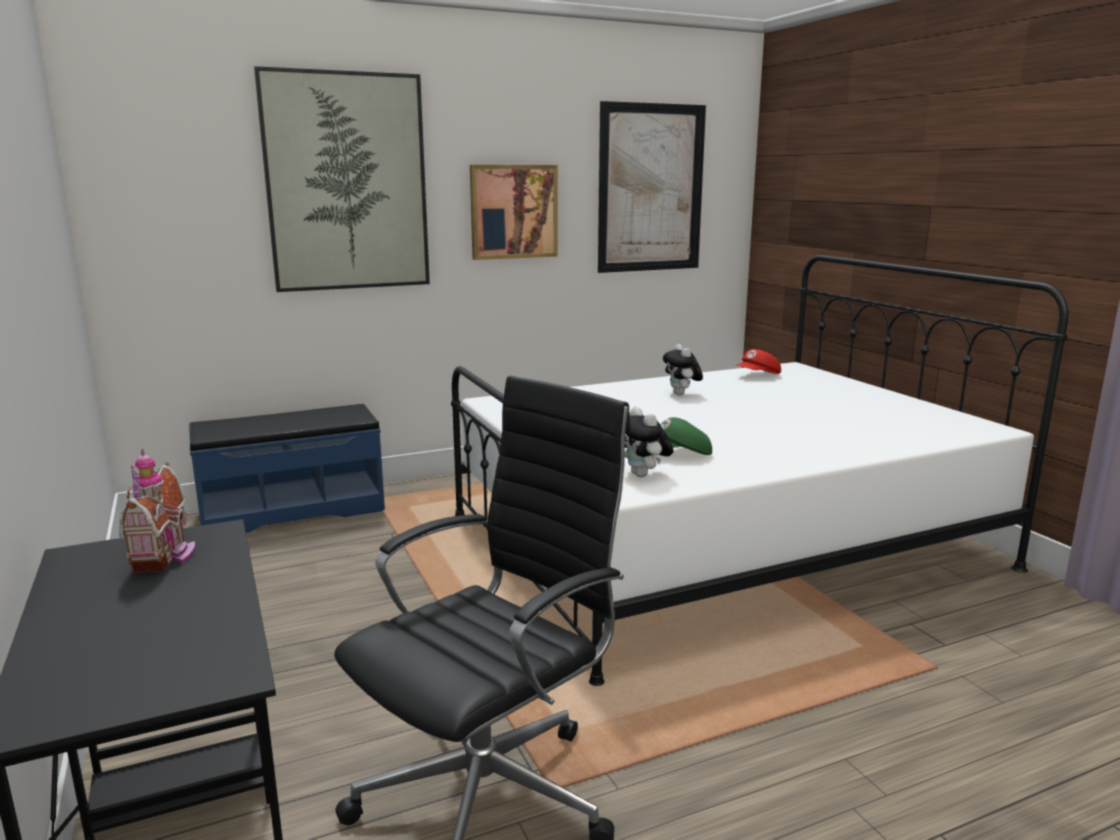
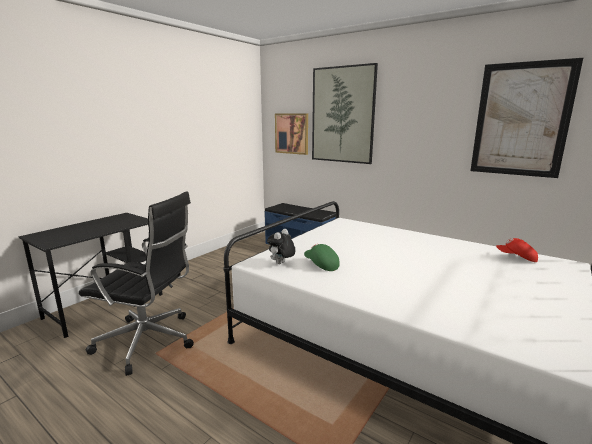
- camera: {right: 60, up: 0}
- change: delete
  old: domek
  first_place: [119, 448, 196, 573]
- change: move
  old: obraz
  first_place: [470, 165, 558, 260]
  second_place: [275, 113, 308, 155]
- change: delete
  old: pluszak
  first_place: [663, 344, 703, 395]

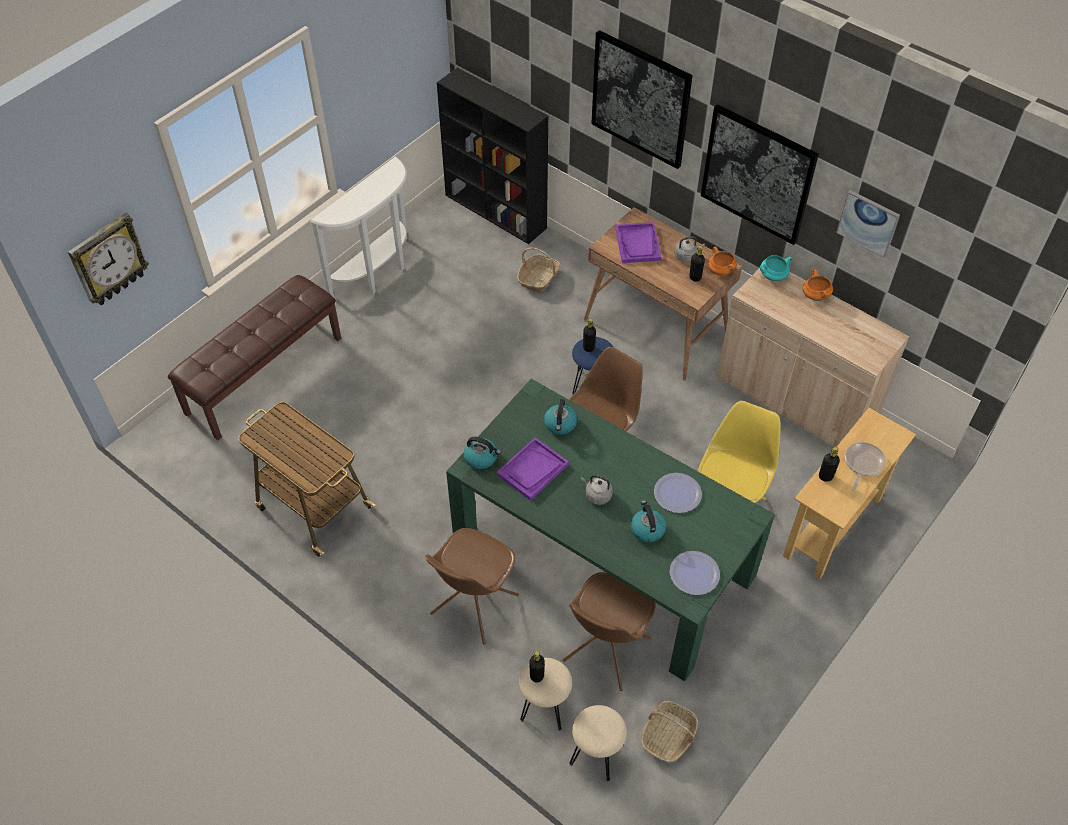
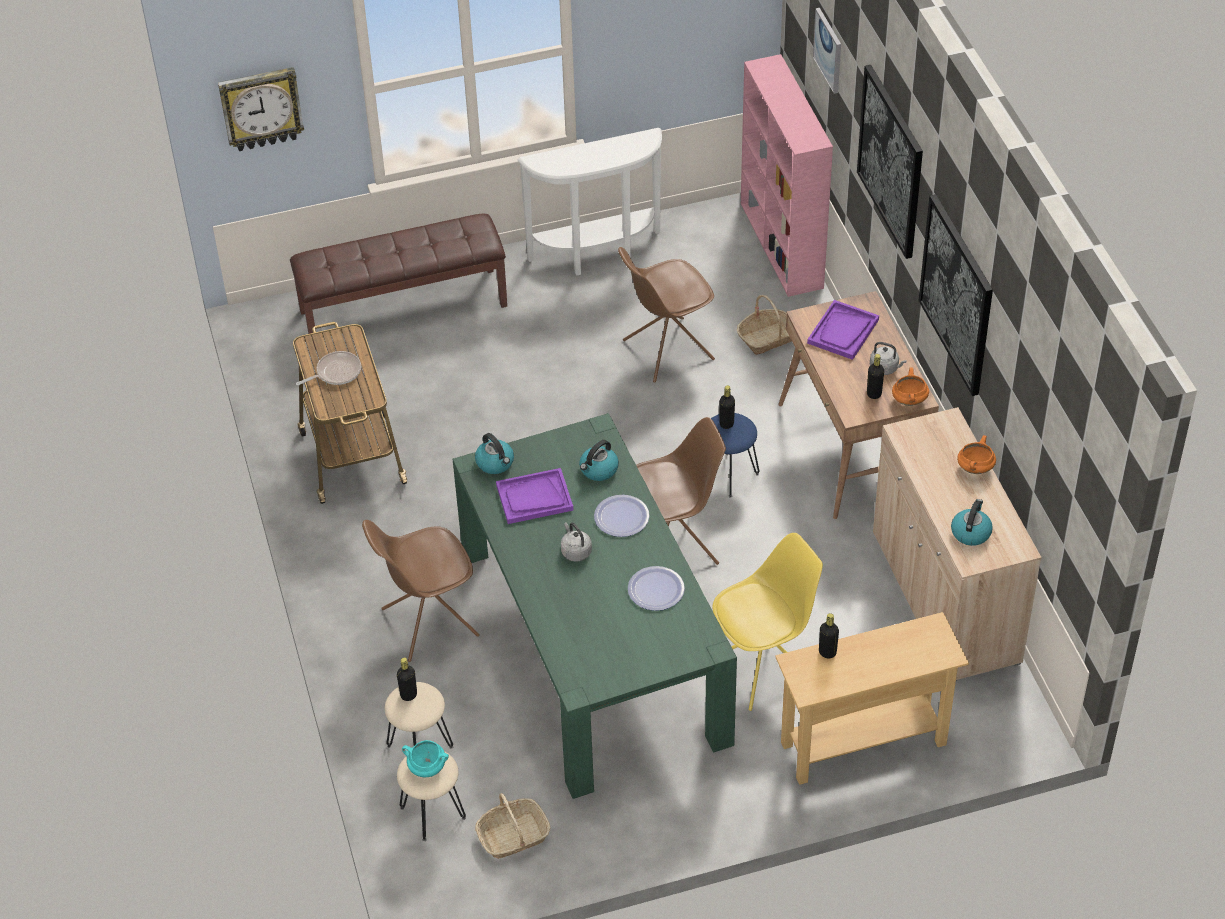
- camera: {right: 35, up: -5}
- change: recolor
  old: regał/czarny
  new: regał/różowy
  first_place: [437, 68, 548, 244]
  second_place: [741, 54, 833, 297]
- change: move
  old: krzesło/brązowy
  first_place: [563, 572, 656, 691]
  second_place: [618, 247, 715, 382]
- change: move
  old: czajnik
  first_place: [631, 500, 666, 542]
  second_place: [951, 499, 993, 546]
- change: move
  old: talerz
  first_place: [670, 551, 720, 595]
  second_place: [594, 495, 650, 537]
- change: move
  old: garnek/turkusowy
  first_place: [760, 255, 792, 281]
  second_place: [402, 740, 449, 777]
- change: move
  old: obraz
  first_place: [836, 190, 900, 258]
  second_place: [813, 8, 841, 94]
- change: move
  old: patelnia
  first_place: [845, 442, 886, 491]
  second_place: [296, 351, 361, 386]

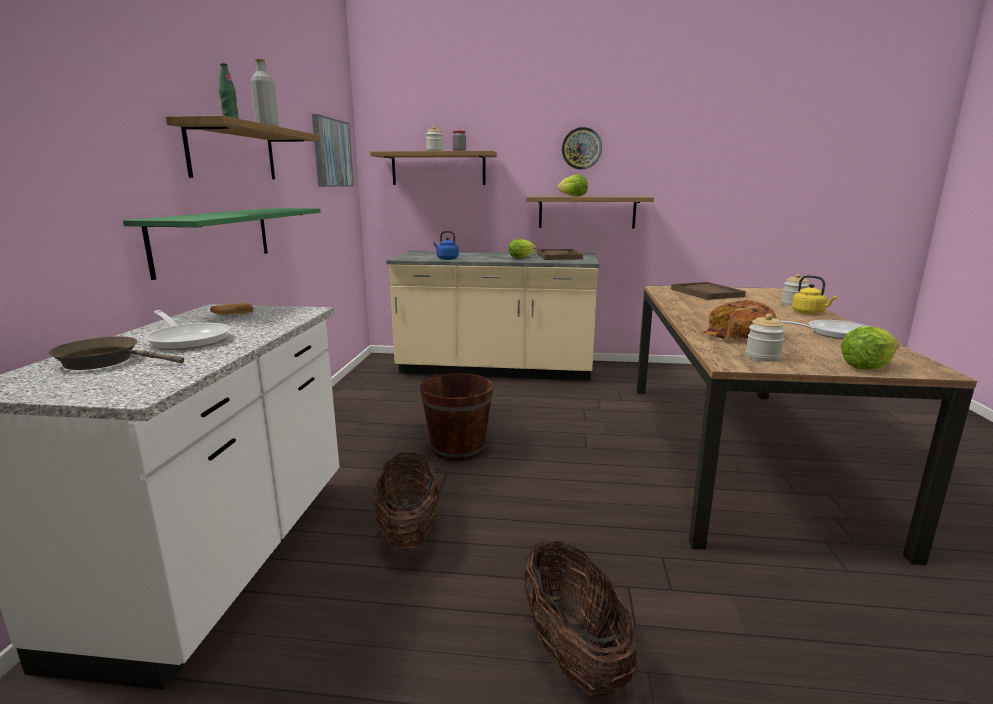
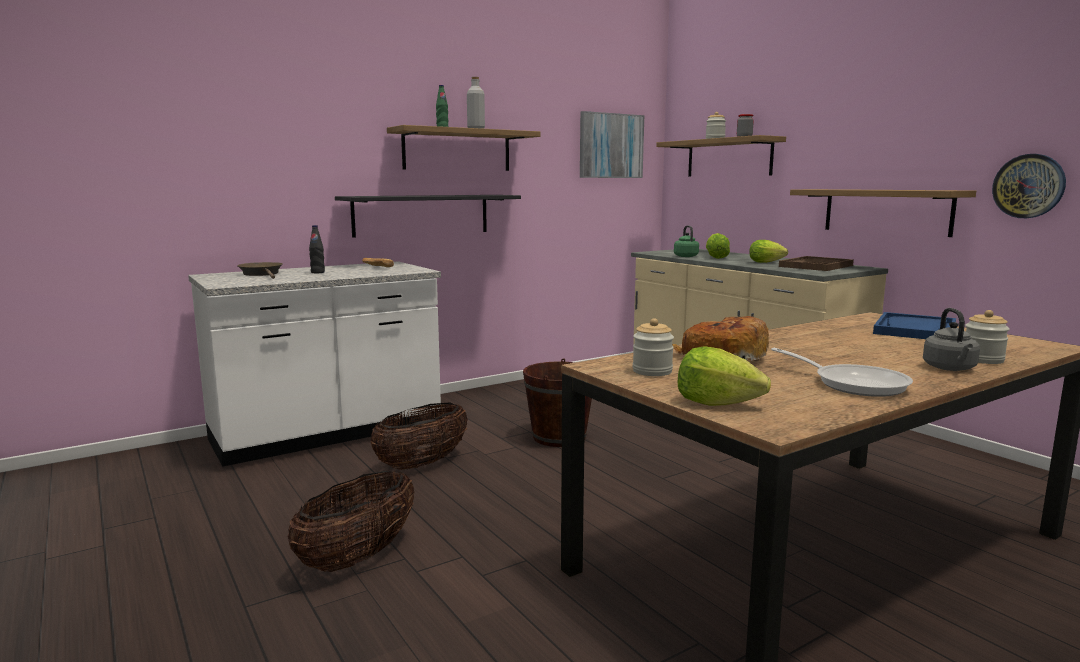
- camera: {right: 50, up: -5}
- change: recolor
  old: półka/zielony
  new: półka/czarny
  first_place: [123, 208, 321, 280]
  second_place: [335, 195, 521, 238]
- change: replace
  old: patelnia
  new: butelka/czarny
  first_place: [144, 310, 231, 350]
  second_place: [309, 225, 325, 273]
- change: recolor
  old: czajnik/niebieski
  new: czajnik/zielony
  first_place: [433, 231, 459, 260]
  second_place: [674, 225, 699, 257]
- change: move
  old: sałata
  first_place: [557, 175, 588, 197]
  second_place: [706, 233, 730, 259]
- change: move
  old: zegar ścienny
  first_place: [562, 127, 602, 170]
  second_place: [992, 154, 1066, 218]
- change: recolor
  old: taca/brązowy
  new: taca/niebieski
  first_place: [671, 282, 746, 300]
  second_place: [873, 312, 956, 339]
- change: recolor
  old: czajnik/żółty
  new: czajnik/szary
  first_place: [791, 275, 837, 314]
  second_place: [923, 308, 980, 371]

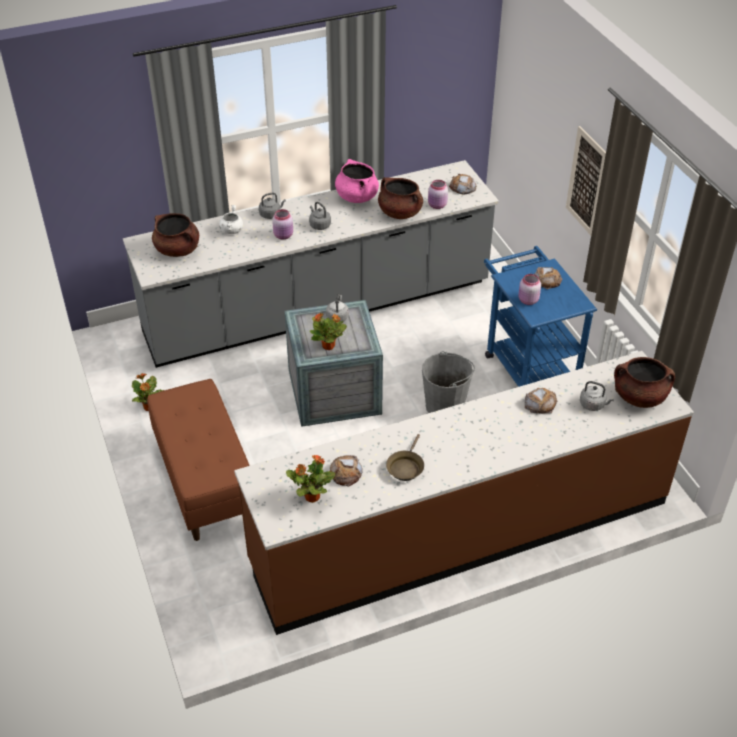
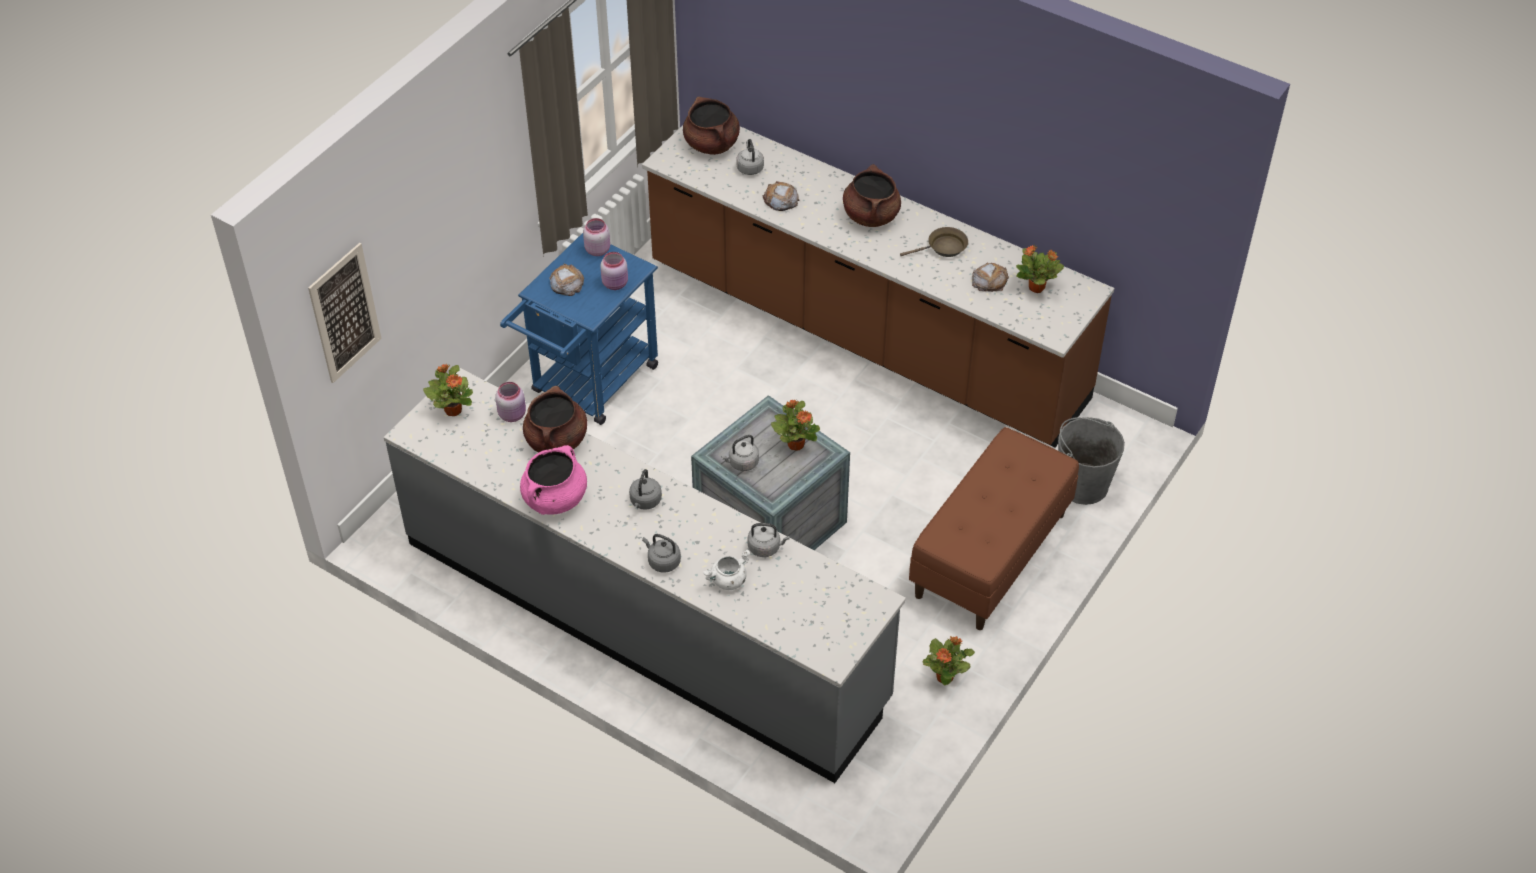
- camera: {right: -125, up: 5}
- change: move
  old: garnek/brązowy
  first_place: [152, 213, 199, 257]
  second_place: [843, 164, 901, 227]
- change: move
  old: słoik/różowy
  first_place: [272, 209, 293, 239]
  second_place: [583, 218, 610, 256]
- change: move
  old: wiadro/szary
  first_place: [422, 351, 475, 413]
  second_place: [1058, 417, 1125, 505]
- change: replace
  old: chleb
  new: roślina doniczkowa
  first_place: [449, 174, 477, 194]
  second_place: [423, 364, 473, 416]
- change: move
  old: obraz
  first_place: [566, 126, 606, 235]
  second_place: [308, 243, 382, 383]
- change: insert
  new: czajnik/szary
  second_place: [748, 523, 789, 557]

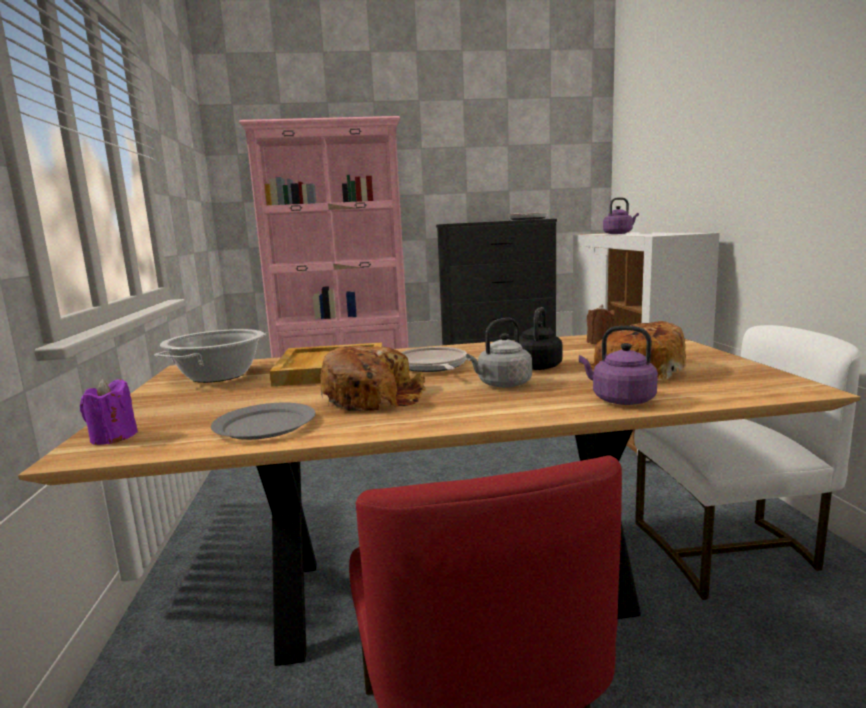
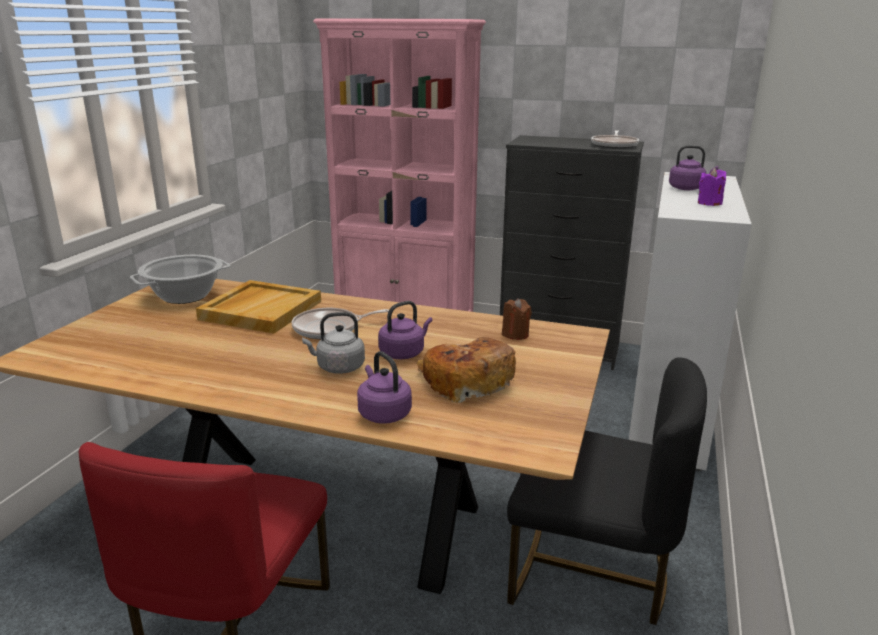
- camera: {right: 25, up: 10}
- change: move
  old: świeca/fioletowy
  first_place: [80, 379, 138, 445]
  second_place: [698, 168, 726, 206]
- change: delete
  old: talerz/szary
  first_place: [211, 402, 316, 440]
- change: delete
  old: chleb
  first_place: [320, 346, 426, 411]
- change: rotate
  old: patelnia
  first_place: [401, 347, 467, 372]
  second_place: [292, 308, 389, 339]
  degrees: -120
- change: recolor
  old: czajnik/czarny
  new: czajnik/fioletowy
  first_place: [519, 307, 563, 370]
  second_place: [378, 301, 432, 359]
- change: recolor
  old: krzesło/biały
  new: krzesło/czarny
  first_place: [634, 325, 860, 600]
  second_place: [507, 357, 707, 625]

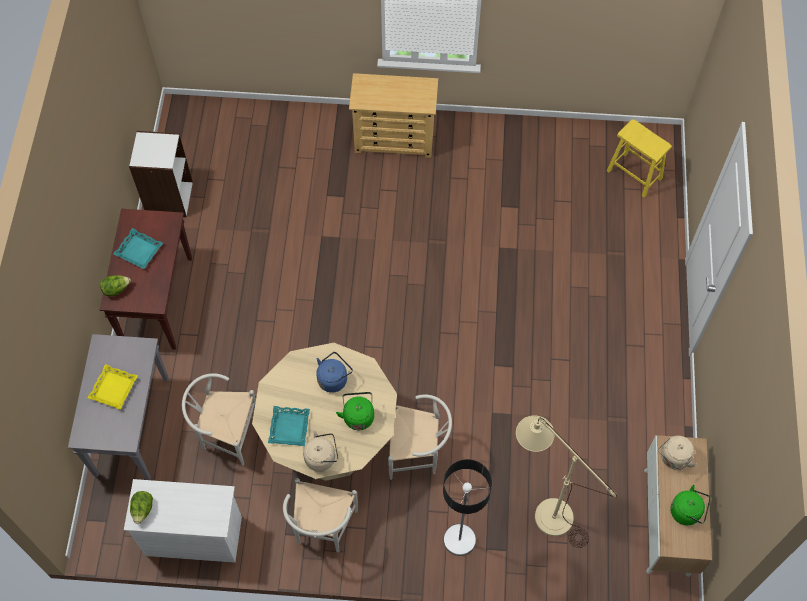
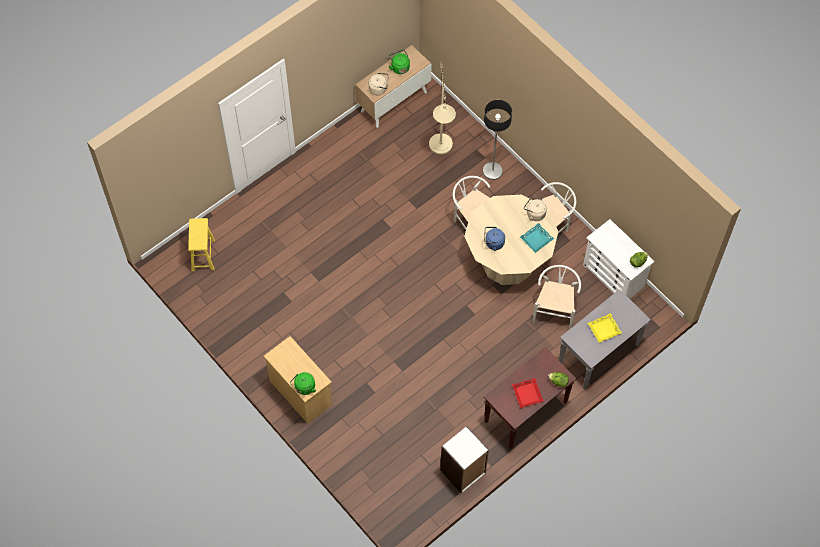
- camera: {right: -135, up: 0}
- change: recolor
  old: taca/turkusowy
  new: taca/czerwony
  first_place: [113, 228, 163, 269]
  second_place: [512, 378, 544, 408]
- change: rotate
  old: krzesło/biały
  first_place: [182, 373, 256, 466]
  second_place: [533, 265, 581, 329]
  degrees: -135
- change: move
  old: czajnik/zielony
  first_place: [336, 392, 374, 430]
  second_place: [290, 372, 316, 395]

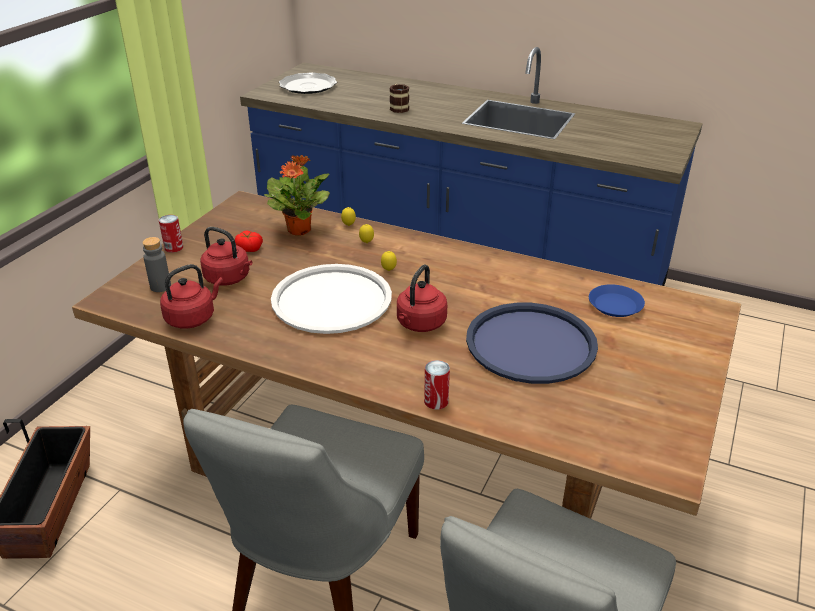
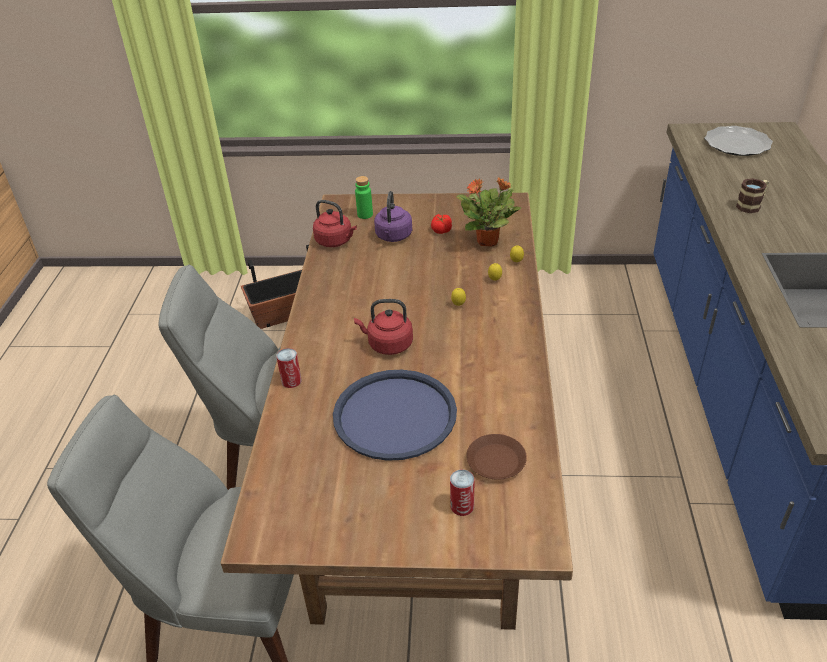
- camera: {right: 70, up: 5}
- change: recolor
  old: butelka/szary
  new: butelka/zielony
  first_place: [142, 237, 171, 292]
  second_place: [355, 176, 373, 219]
- change: move
  old: puszka
  first_place: [159, 215, 183, 253]
  second_place: [450, 470, 474, 516]
- change: recolor
  old: czajnik/czerwony
  new: czajnik/fioletowy
  first_place: [200, 227, 252, 286]
  second_place: [374, 191, 412, 242]
- change: delete
  old: taca/biały
  first_place: [271, 264, 392, 334]
- change: recolor
  old: talerz/niebieski
  new: talerz/brązowy
  first_place: [589, 284, 645, 317]
  second_place: [466, 434, 527, 480]

